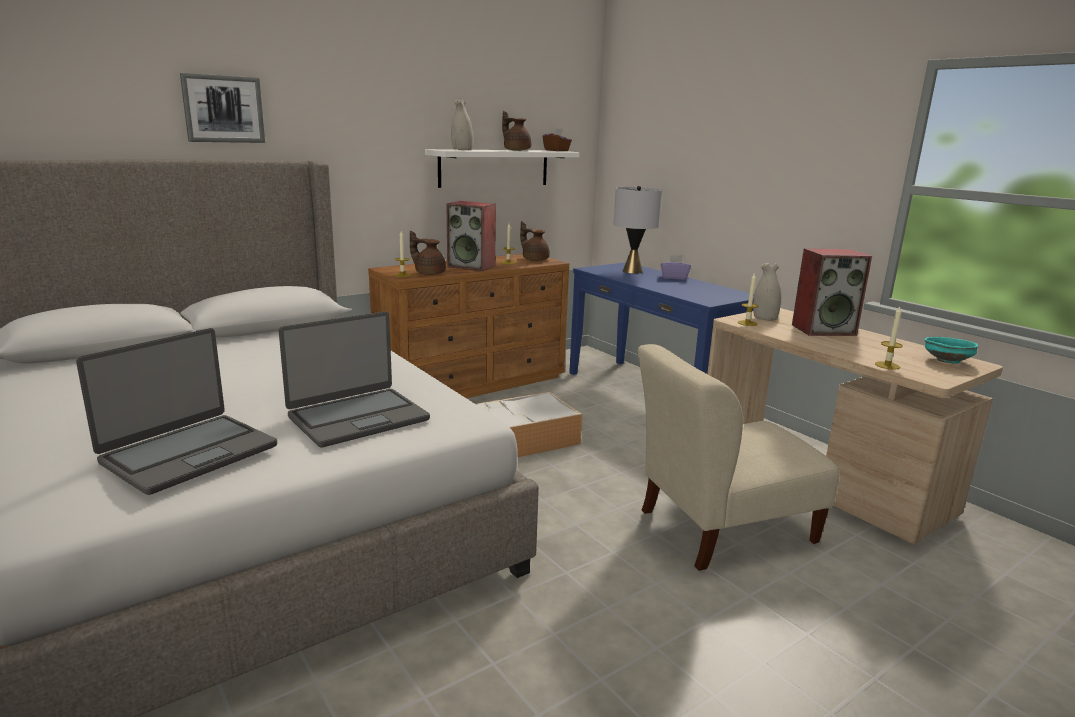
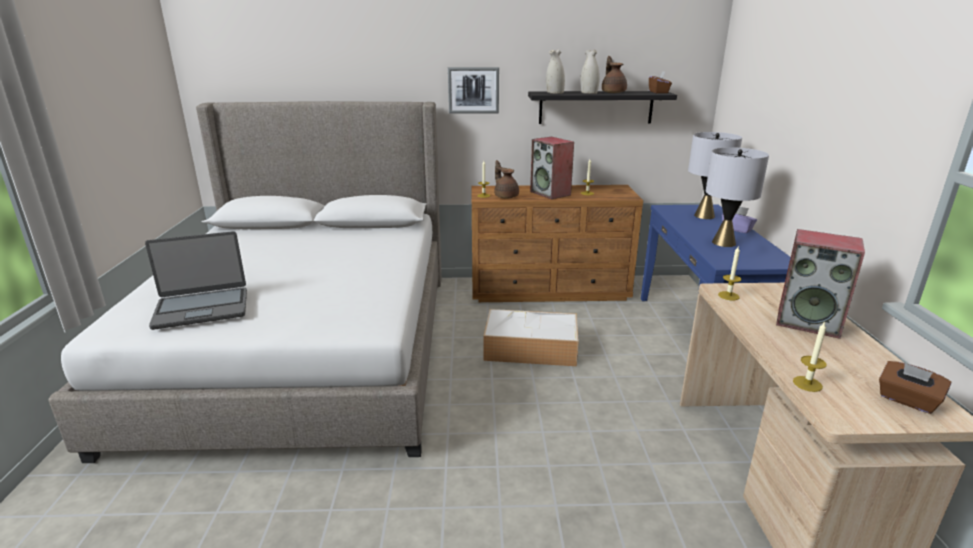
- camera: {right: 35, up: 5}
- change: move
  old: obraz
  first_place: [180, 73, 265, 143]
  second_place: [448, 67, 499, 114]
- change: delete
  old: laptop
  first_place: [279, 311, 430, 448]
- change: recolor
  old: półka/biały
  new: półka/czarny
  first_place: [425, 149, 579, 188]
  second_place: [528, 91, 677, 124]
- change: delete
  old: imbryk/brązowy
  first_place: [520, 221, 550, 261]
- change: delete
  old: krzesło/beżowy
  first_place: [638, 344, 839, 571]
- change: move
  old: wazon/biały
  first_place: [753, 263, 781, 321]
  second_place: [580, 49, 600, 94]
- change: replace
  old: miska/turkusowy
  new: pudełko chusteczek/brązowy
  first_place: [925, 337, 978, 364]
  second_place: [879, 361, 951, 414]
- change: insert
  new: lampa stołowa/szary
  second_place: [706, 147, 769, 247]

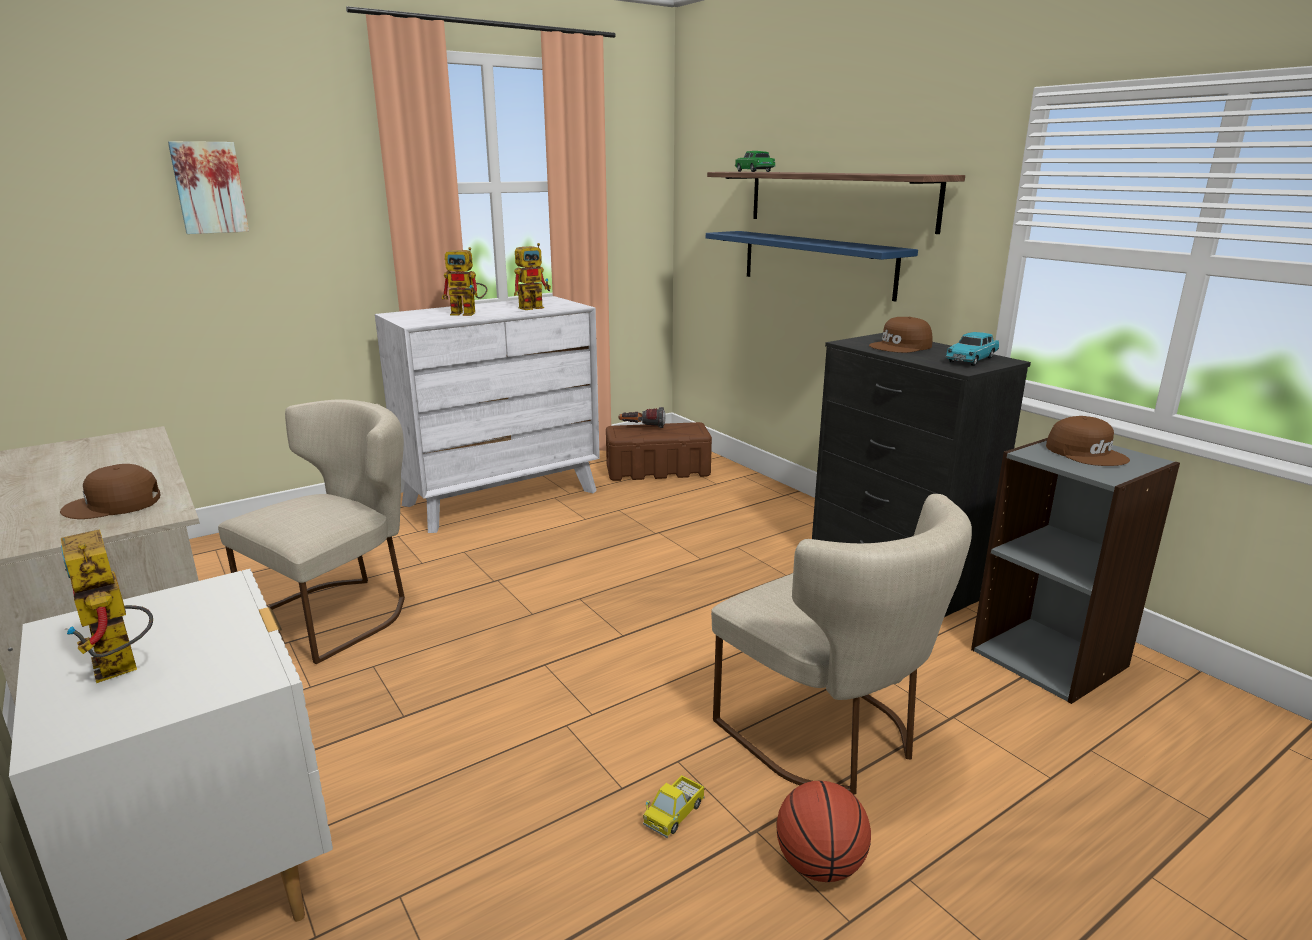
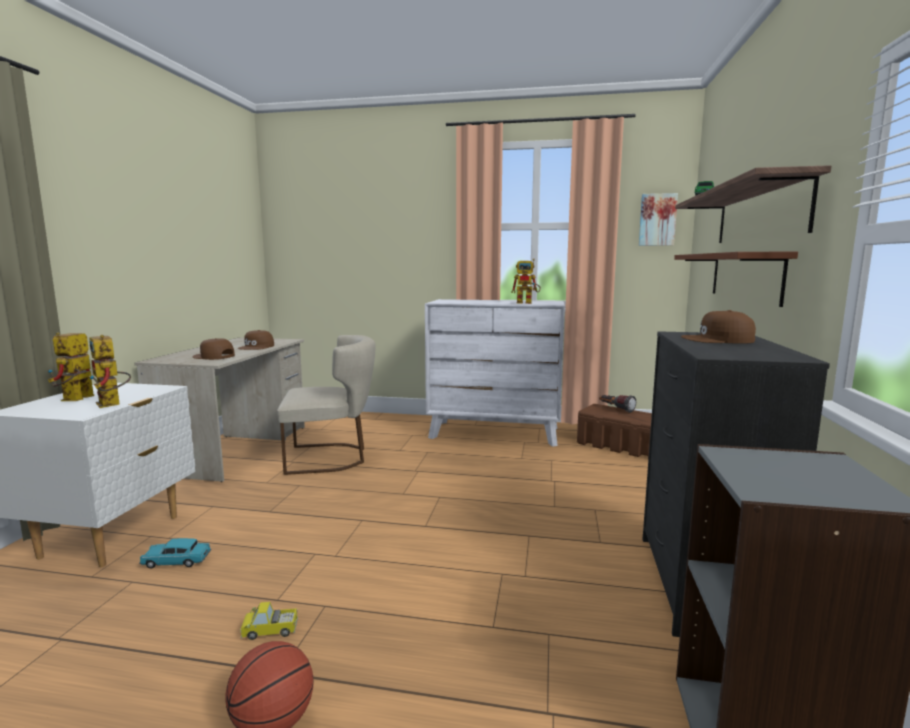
- camera: {right: 45, up: -10}
- change: move
  old: obraz
  first_place: [168, 141, 249, 234]
  second_place: [639, 193, 678, 246]
- change: move
  old: robot zabawkowy
  first_place: [442, 247, 487, 316]
  second_place: [89, 335, 131, 408]
- change: recolor
  old: półka/niebieski
  new: półka/brązowy
  first_place: [706, 231, 918, 302]
  second_place: [674, 252, 798, 307]
- change: delete
  old: krzesło/beżowy
  first_place: [711, 494, 972, 795]
- change: move
  old: samochodzik/turkusowy
  first_place: [946, 332, 999, 366]
  second_place: [139, 538, 212, 568]
- change: move
  old: czapka z daszkiem/brązowy
  first_place: [1046, 416, 1130, 466]
  second_place: [237, 330, 274, 350]

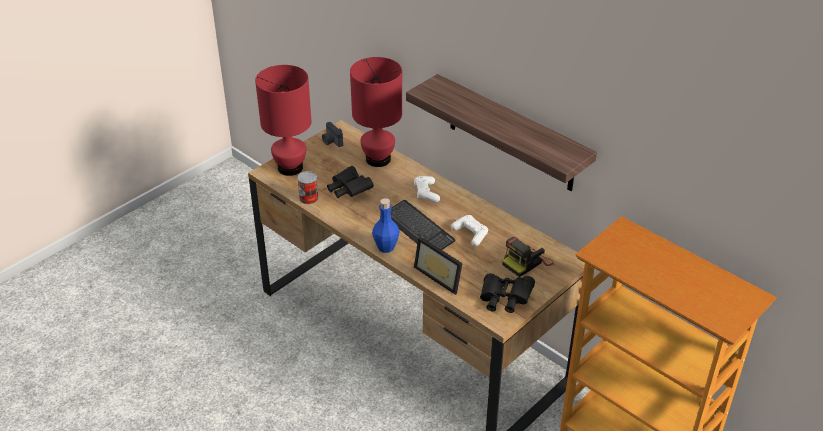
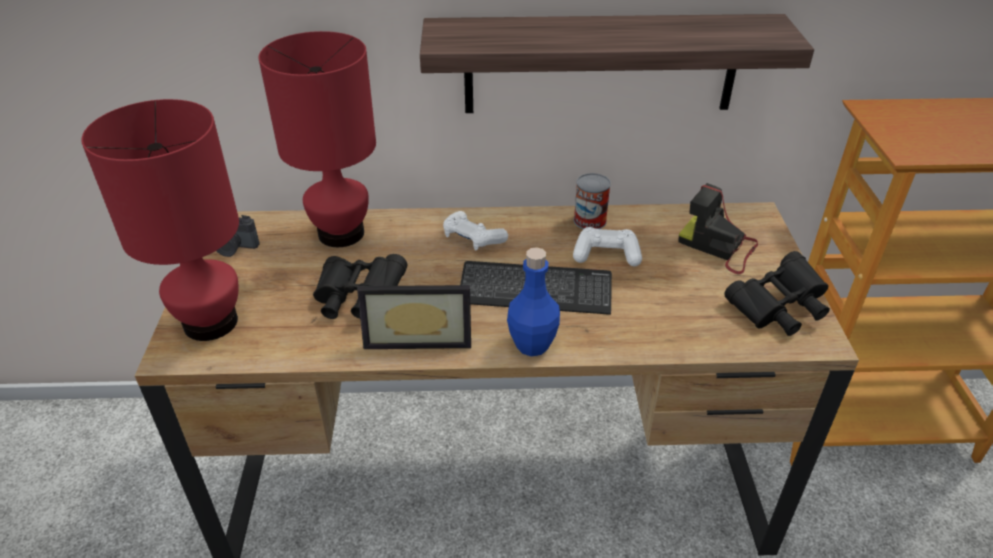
- camera: {right: -45, up: 0}
- change: move
  old: puszka
  first_place: [297, 171, 319, 204]
  second_place: [574, 173, 611, 229]
- change: move
  old: ramka na zdjęcie
  first_place: [414, 237, 462, 295]
  second_place: [357, 285, 471, 349]
- change: rotate
  old: aparat fotograficzny
  first_place: [502, 237, 554, 277]
  second_place: [678, 183, 758, 274]
  degrees: 120

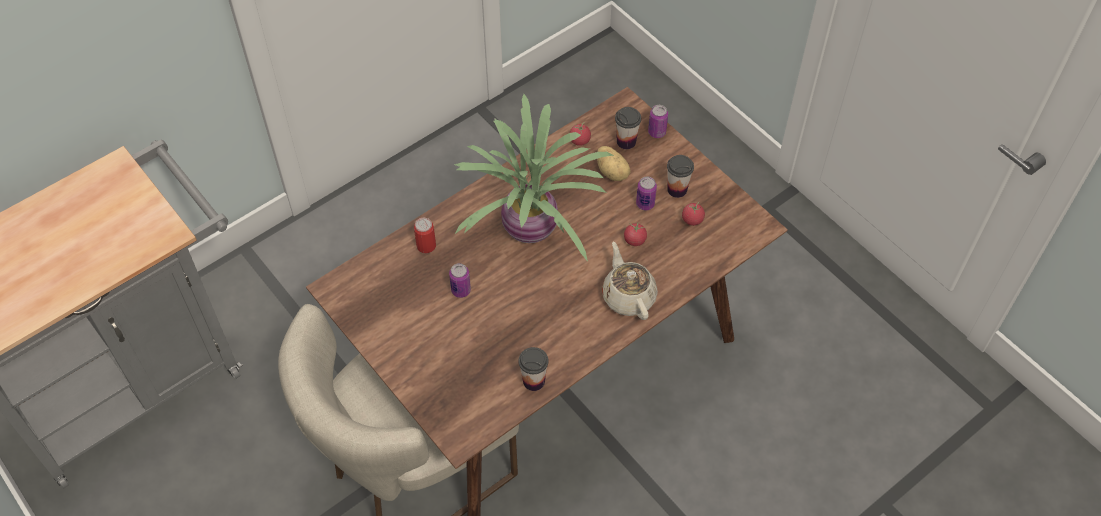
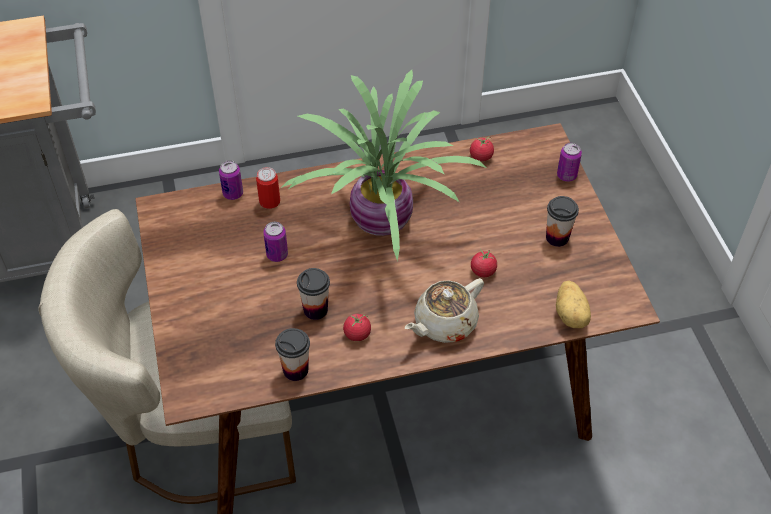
- camera: {right: 25, up: -5}
- change: move
  old: ziemniak
  first_place: [597, 146, 631, 181]
  second_place: [556, 281, 591, 328]
- change: rotate
  old: imbryk/beżowy
  first_place: [602, 242, 658, 320]
  second_place: [405, 278, 484, 343]
  degrees: -135
- change: move
  old: filiżanka
  first_place: [615, 107, 641, 149]
  second_place: [297, 268, 330, 320]
- change: move
  old: puszka
  first_place: [636, 176, 657, 211]
  second_place: [219, 160, 243, 200]
- change: move
  old: pomidor
  first_place: [682, 202, 705, 226]
  second_place: [343, 314, 371, 341]

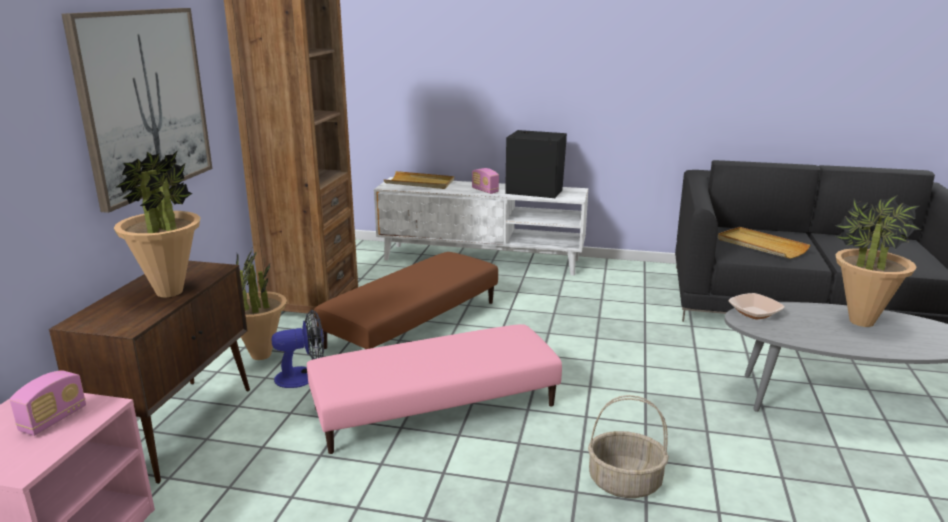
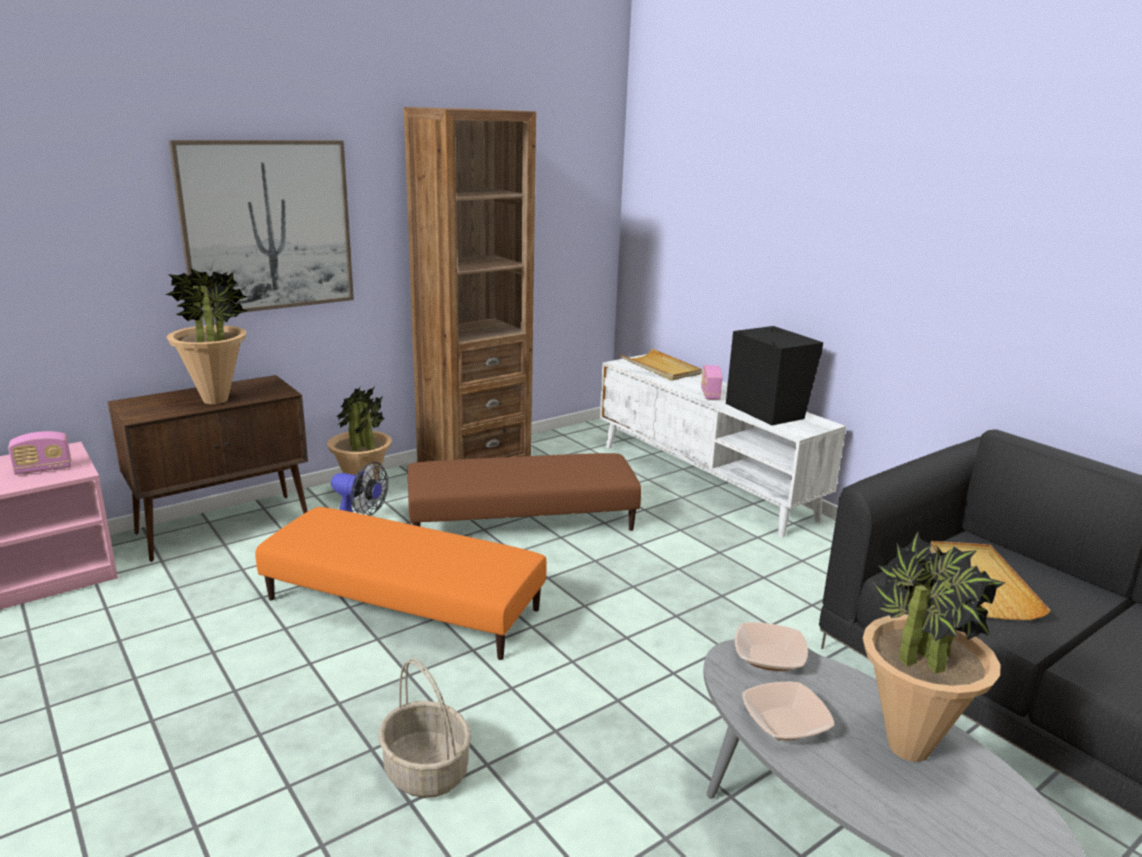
- camera: {right: 40, up: 0}
- change: recolor
  old: pufa/różowy
  new: pufa/pomarańczowy
  first_place: [307, 324, 562, 454]
  second_place: [255, 507, 547, 660]
- change: insert
  new: miska
  second_place: [742, 681, 835, 740]

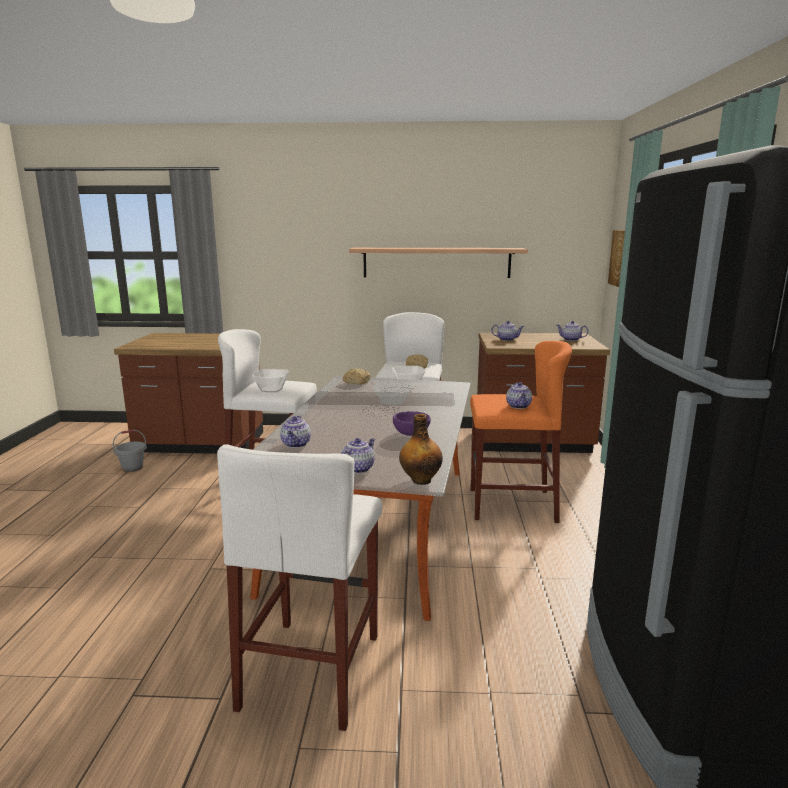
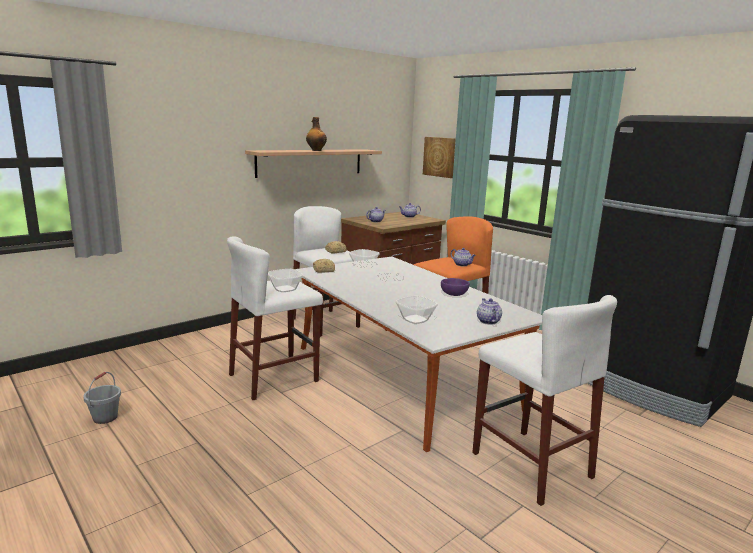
- camera: {right: -45, up: 0}
- change: delete
  old: zabudowa kuchenna/brązowy
  first_place: [114, 333, 263, 454]
- change: replace
  old: imbryk
  new: miska
  first_place: [280, 416, 311, 448]
  second_place: [396, 296, 438, 324]
- change: move
  old: butelka
  first_place: [399, 414, 443, 485]
  second_place: [306, 117, 327, 151]

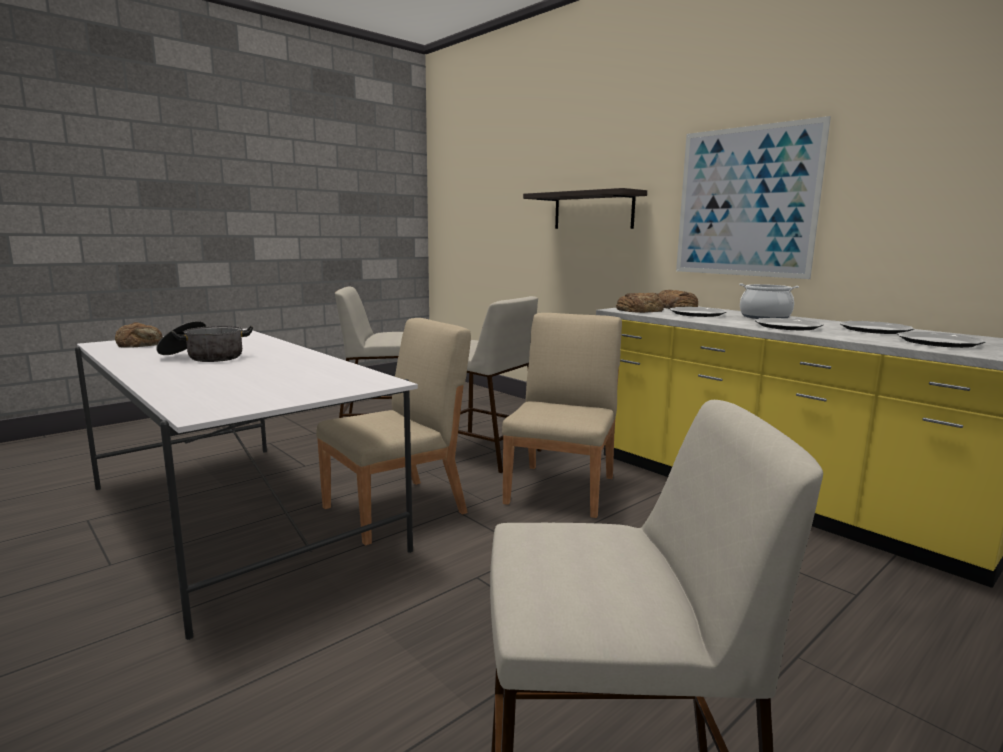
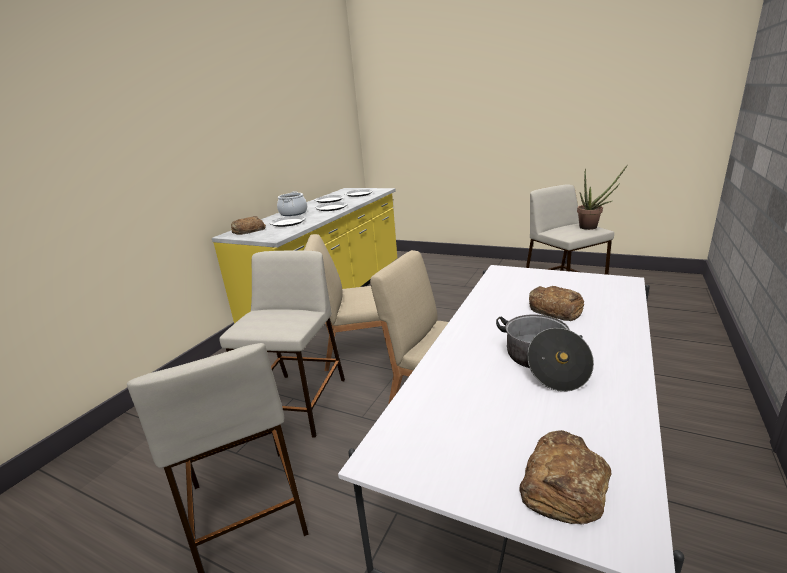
- camera: {right: -110, up: 10}
- change: delete
  old: półka
  first_place: [523, 188, 647, 229]
- change: move
  old: chleb
  first_place: [616, 293, 664, 313]
  second_place: [529, 286, 584, 321]
- change: delete
  old: obraz
  first_place: [676, 116, 831, 279]
- change: insert
  new: roślina doniczkowa
  second_place: [577, 166, 627, 230]

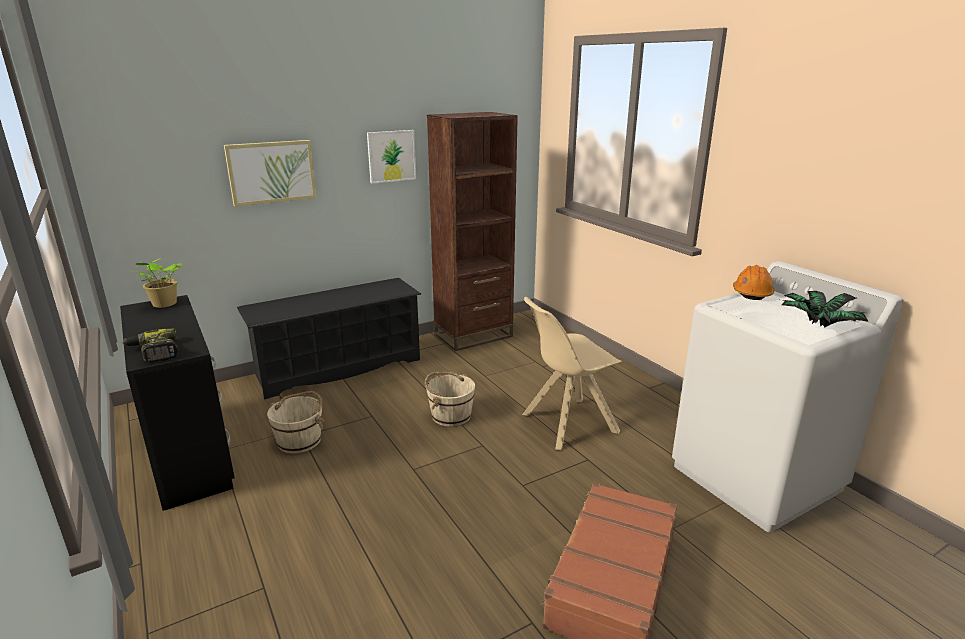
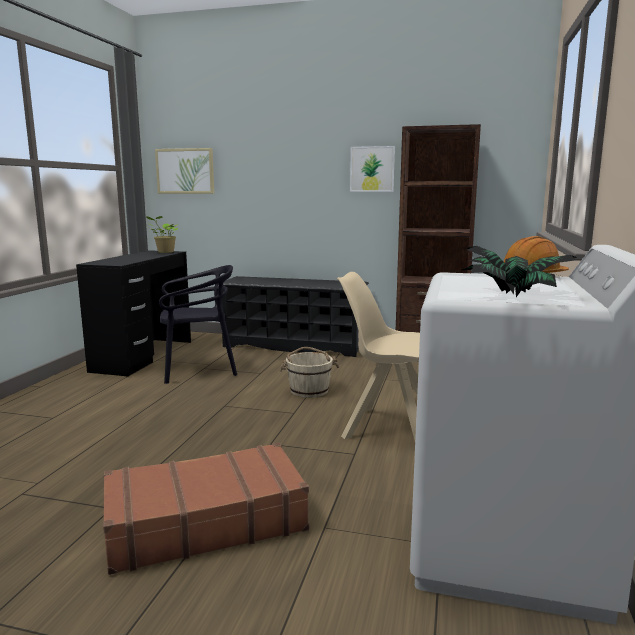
- camera: {right: 45, up: -10}
- change: delete
  old: wiertarka
  first_place: [122, 328, 178, 363]
- change: move
  old: obraz
  first_place: [224, 140, 316, 207]
  second_place: [155, 148, 214, 194]
- change: replace
  old: wiadro/beżowy
  new: krzesło/czarny
  first_place: [267, 391, 324, 454]
  second_place: [159, 265, 237, 384]

